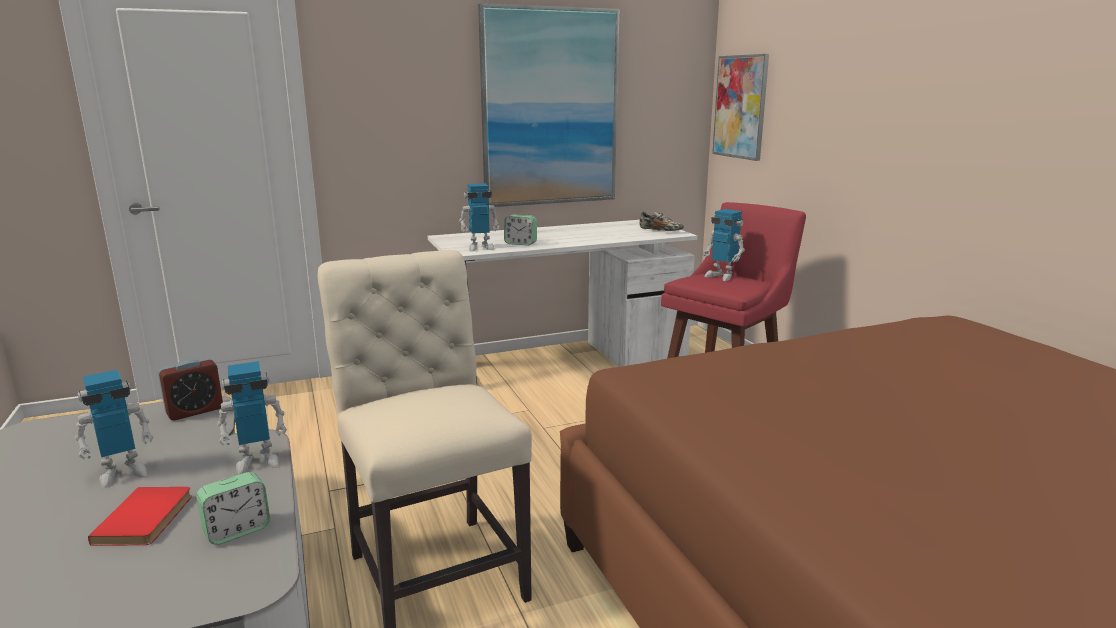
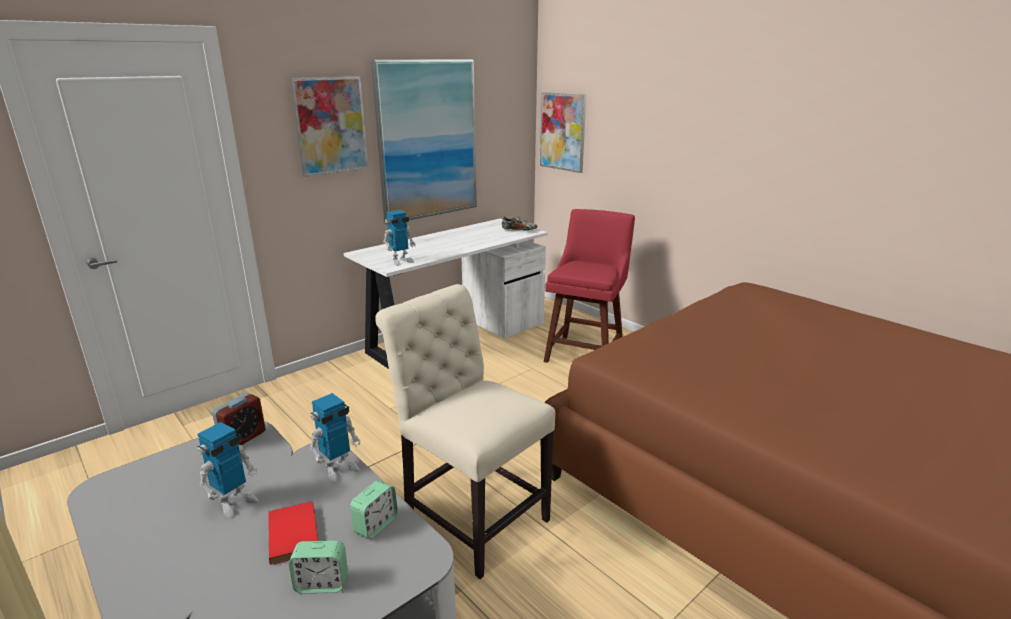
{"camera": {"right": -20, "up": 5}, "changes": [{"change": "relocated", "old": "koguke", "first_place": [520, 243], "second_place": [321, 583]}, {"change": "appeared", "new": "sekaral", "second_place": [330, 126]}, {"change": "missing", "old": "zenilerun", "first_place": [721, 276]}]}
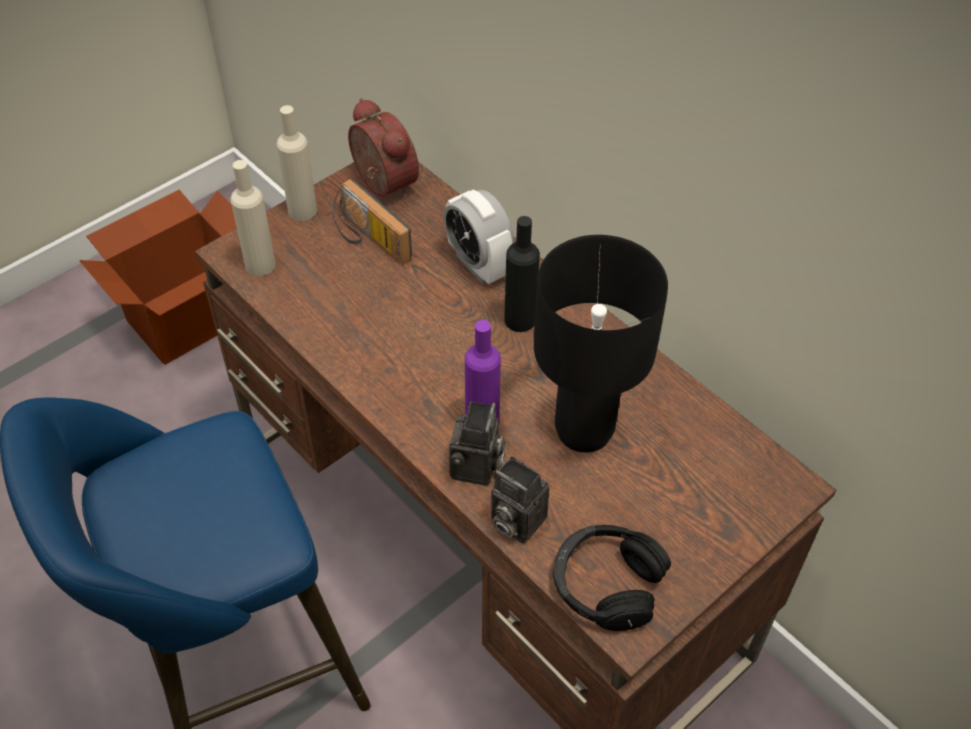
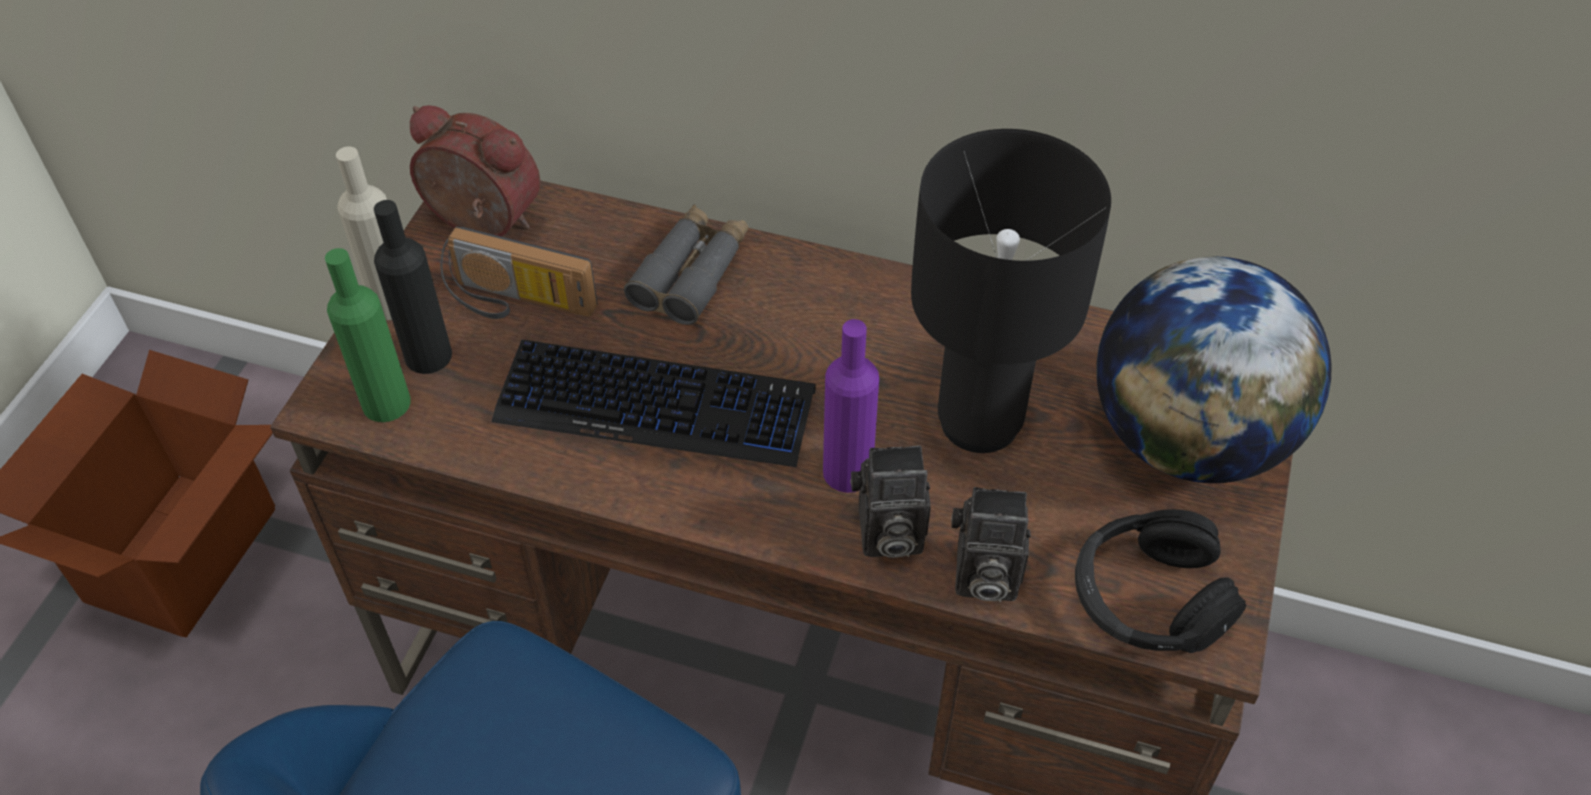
{"camera": {"right": -30, "up": 0}, "changes": [{"change": "colour", "old": "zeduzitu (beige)", "new": "zeduzitu (green)", "first_place": [260, 264], "second_place": [386, 403]}, {"change": "relocated", "old": "zeduzitu (black)", "first_place": [520, 320], "second_place": [428, 355]}, {"change": "appeared", "new": "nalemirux", "second_place": [656, 406]}, {"change": "exchanged", "old": "koguke", "new": "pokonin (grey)", "first_place": [478, 264], "second_place": [691, 273]}, {"change": "spun", "old": "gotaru", "first_place": [477, 469], "second_place": [887, 536], "degrees": 105}, {"change": "appeared", "new": "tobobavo", "second_place": [1188, 437]}]}
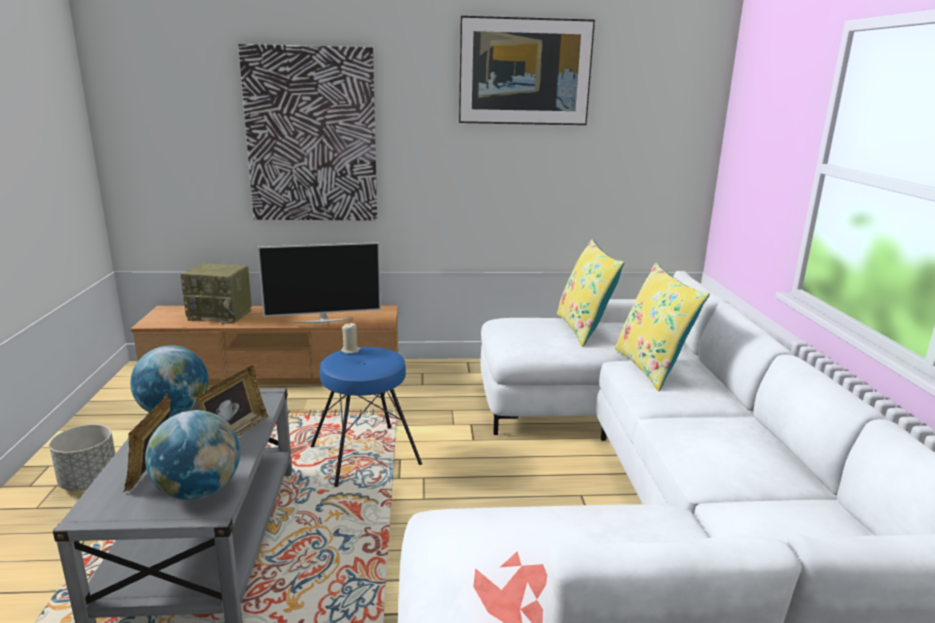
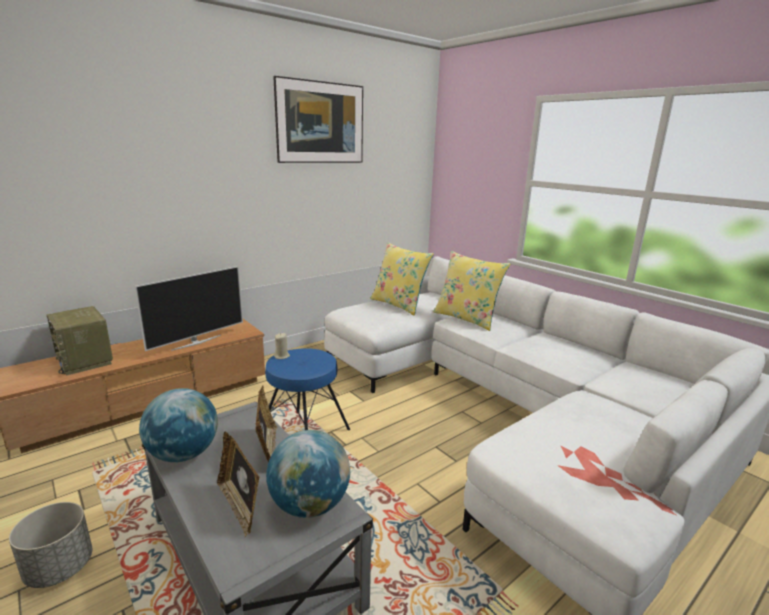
{"camera": {"right": -35, "up": 0}, "changes": [{"change": "spun", "old": "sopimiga", "first_place": [221, 315], "second_place": [85, 361], "degrees": 75}, {"change": "missing", "old": "sekaral", "first_place": [311, 136]}]}
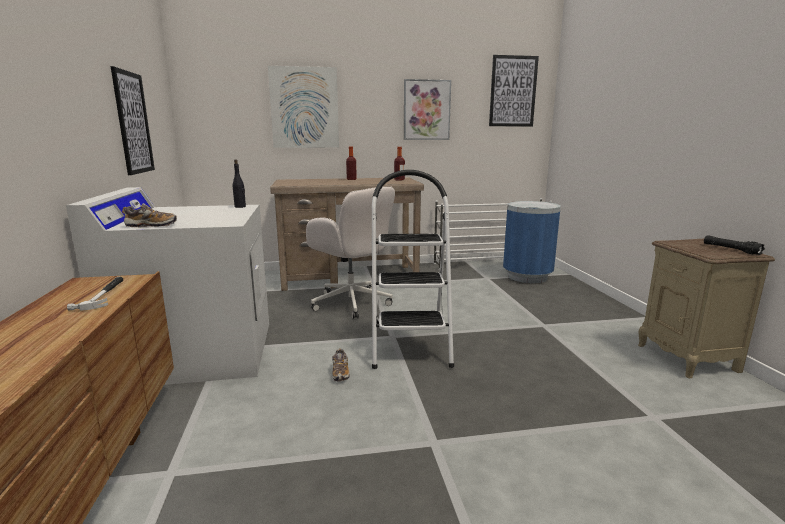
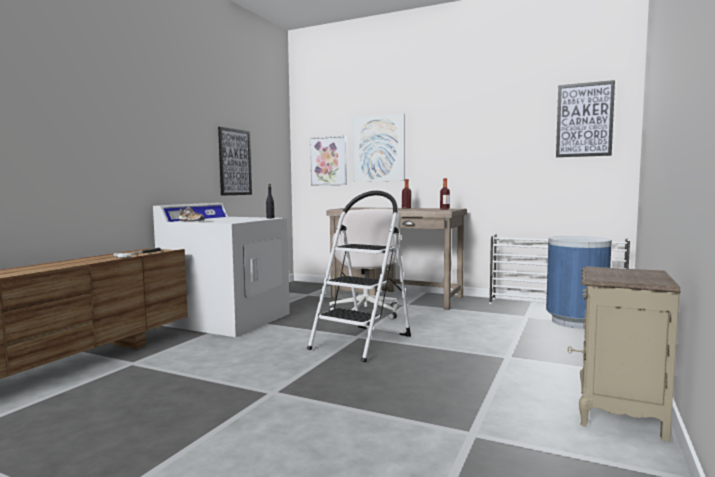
{"camera": {"right": 35, "up": -10}, "changes": [{"change": "relocated", "old": "sekaral", "first_place": [426, 110], "second_place": [329, 161]}, {"change": "missing", "old": "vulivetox", "first_place": [340, 373]}, {"change": "missing", "old": "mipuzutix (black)", "first_place": [731, 249]}]}
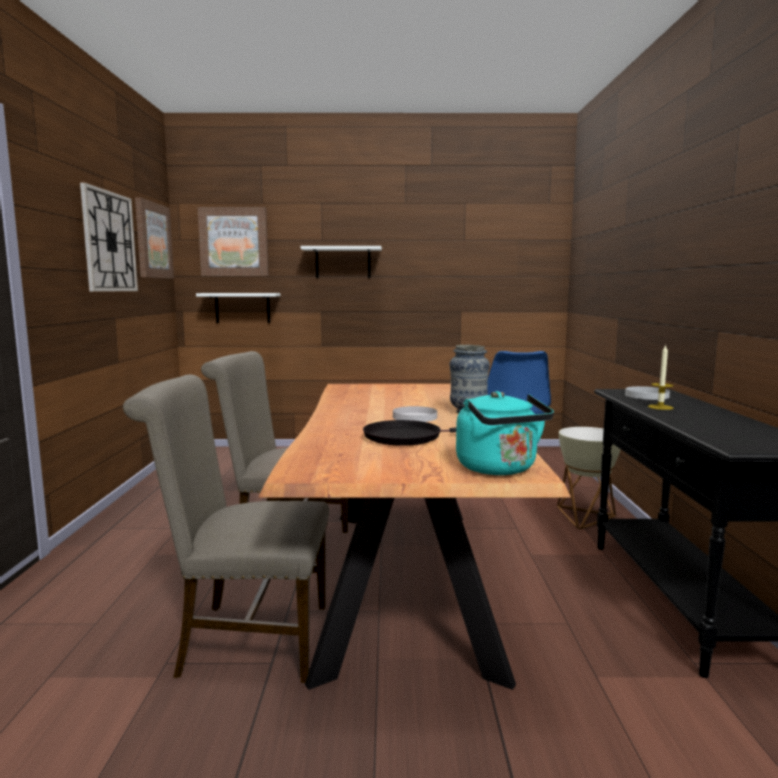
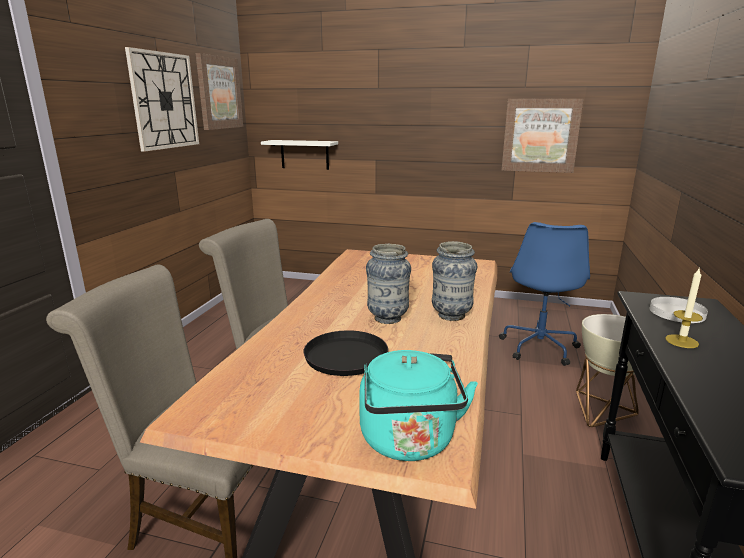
{"camera": {"right": 15, "up": 10}, "changes": [{"change": "exchanged", "old": "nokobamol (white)", "new": "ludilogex", "first_place": [414, 417], "second_place": [388, 318]}, {"change": "relocated", "old": "sekaral", "first_place": [234, 242], "second_place": [540, 135]}, {"change": "missing", "old": "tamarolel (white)", "first_place": [343, 262]}]}
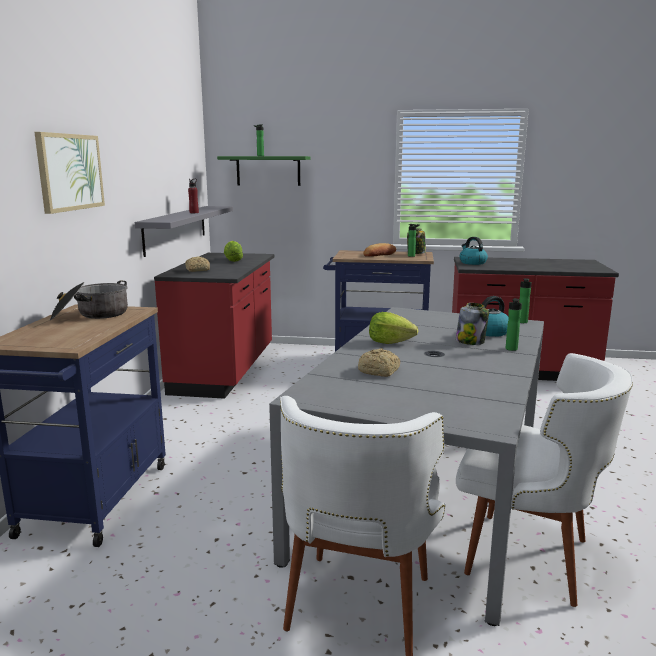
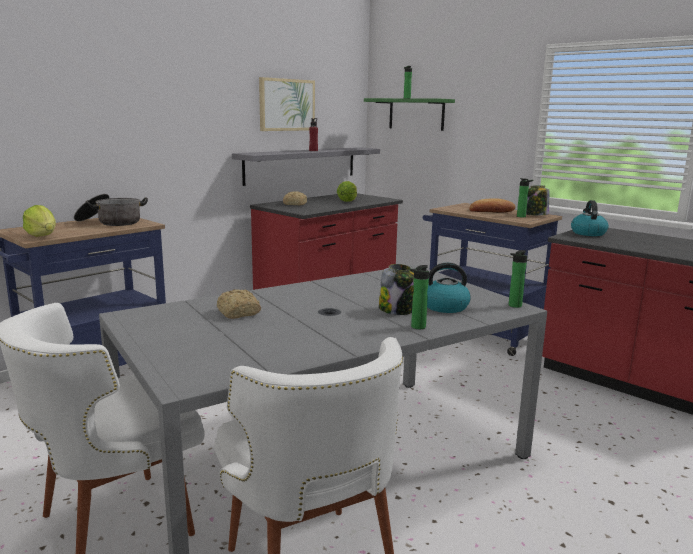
{"camera": {"right": 35, "up": 0}, "changes": [{"change": "relocated", "old": "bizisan", "first_place": [390, 342], "second_place": [43, 236]}, {"change": "relocated", "old": "sekaral", "first_place": [70, 172], "second_place": [286, 105]}]}
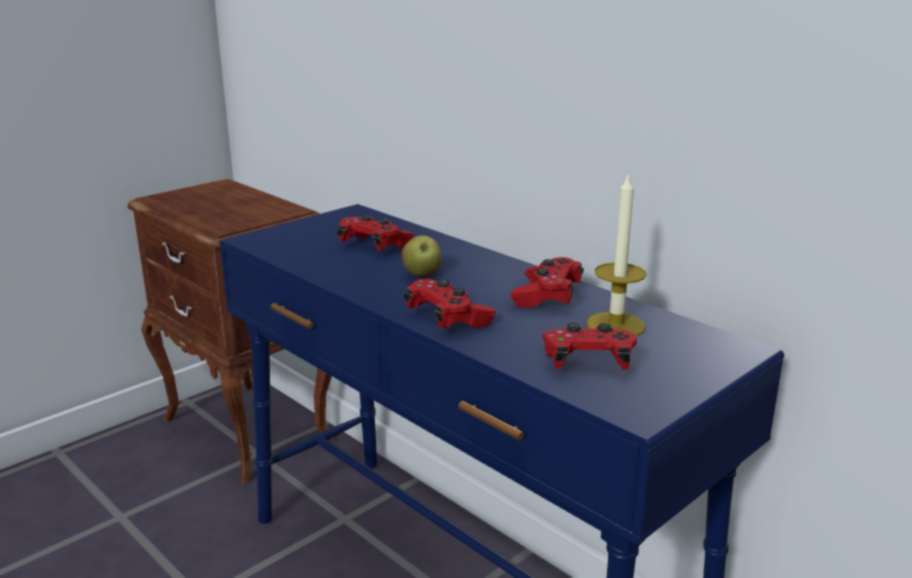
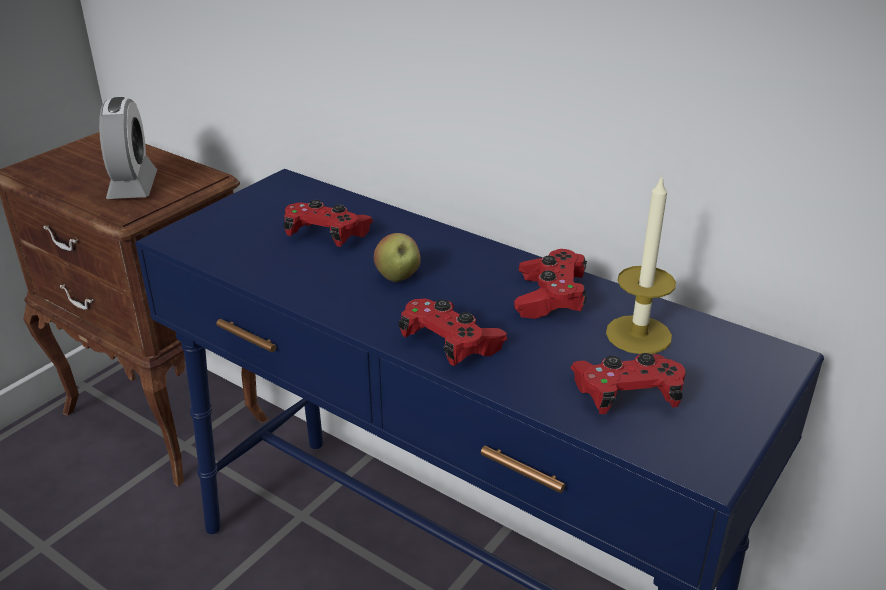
{"camera": {"right": -10, "up": 10}, "changes": [{"change": "appeared", "new": "koguke", "second_place": [133, 186]}]}
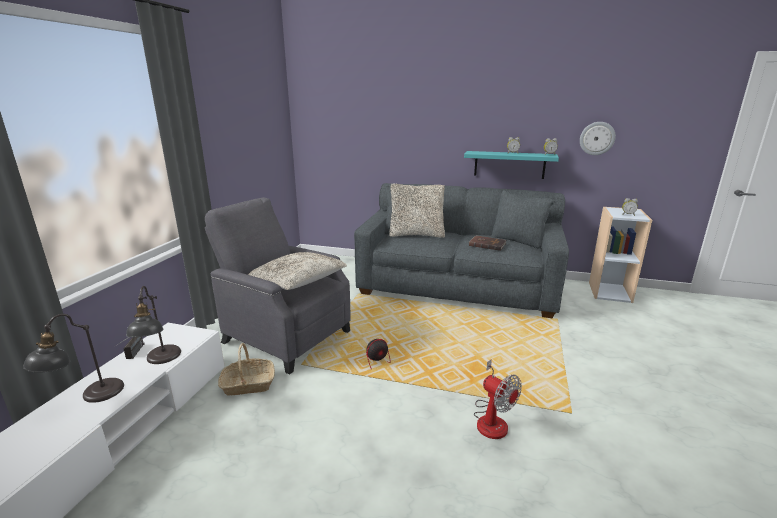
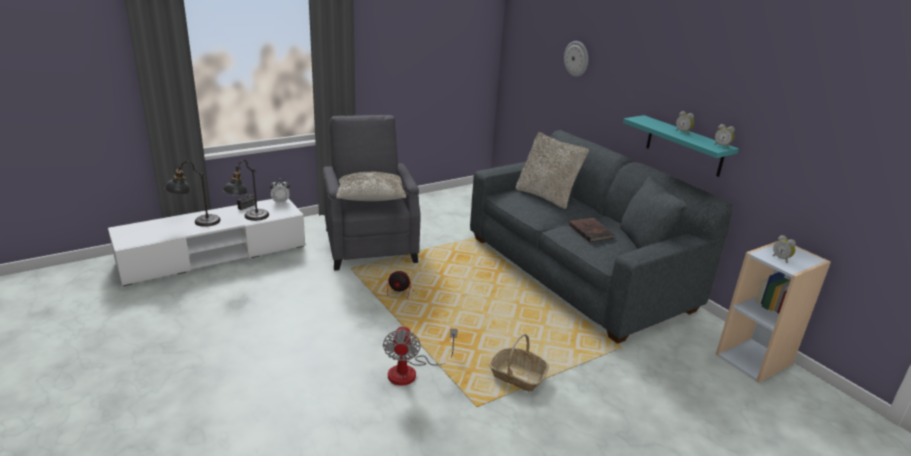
{"camera": {"right": 40, "up": 5}, "changes": [{"change": "appeared", "new": "koguke", "second_place": [281, 202]}, {"change": "relocated", "old": "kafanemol", "first_place": [248, 384], "second_place": [517, 376]}, {"change": "relocated", "old": "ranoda", "first_place": [597, 138], "second_place": [576, 58]}]}
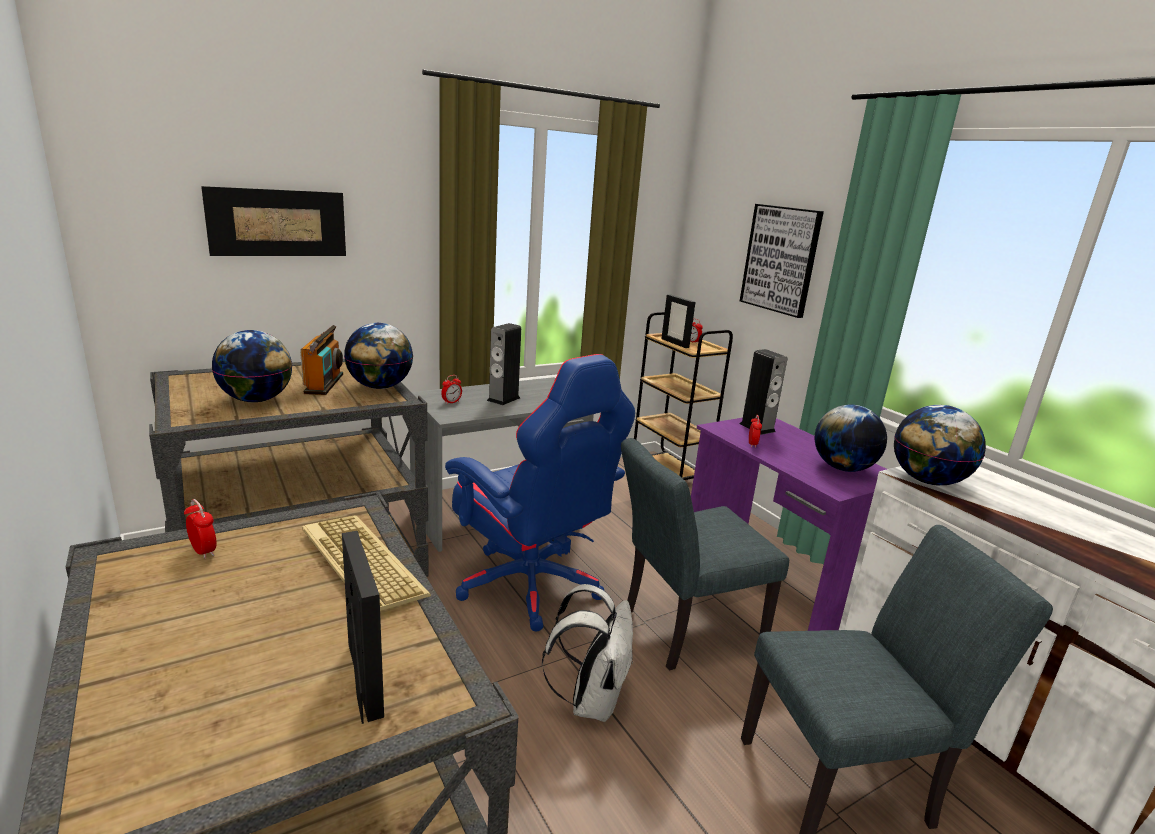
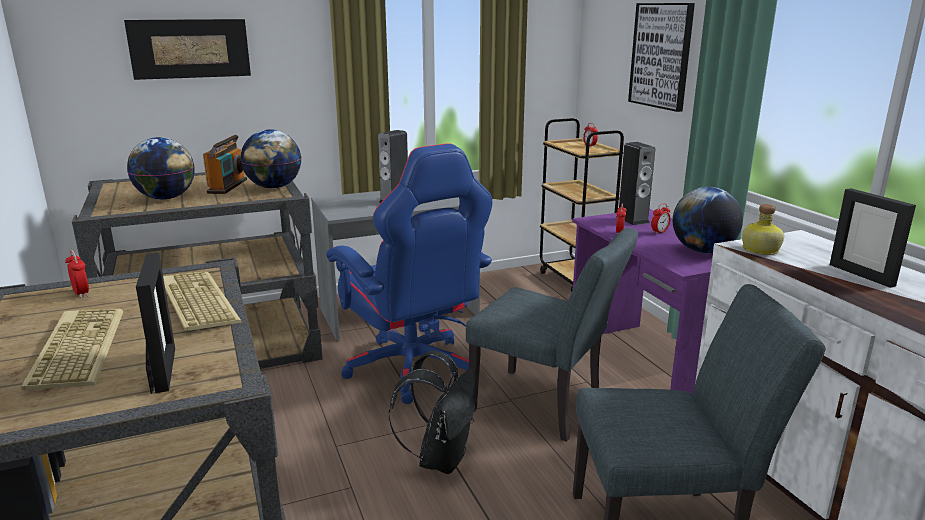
{"camera": {"right": 10, "up": 0}, "changes": [{"change": "appeared", "new": "nalemirux", "second_place": [76, 348]}, {"change": "colour", "old": "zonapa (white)", "new": "zonapa (black)", "first_place": [591, 700], "second_place": [441, 458]}, {"change": "spun", "old": "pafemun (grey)", "first_place": [682, 630], "second_place": [545, 407], "degrees": -135}, {"change": "relocated", "old": "koguke", "first_place": [451, 402], "second_place": [659, 232]}, {"change": "exchanged", "old": "tobobavo", "new": "zeduzitu", "first_place": [927, 481], "second_place": [759, 250]}, {"change": "relocated", "old": "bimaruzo", "first_place": [675, 343], "second_place": [862, 275]}]}
